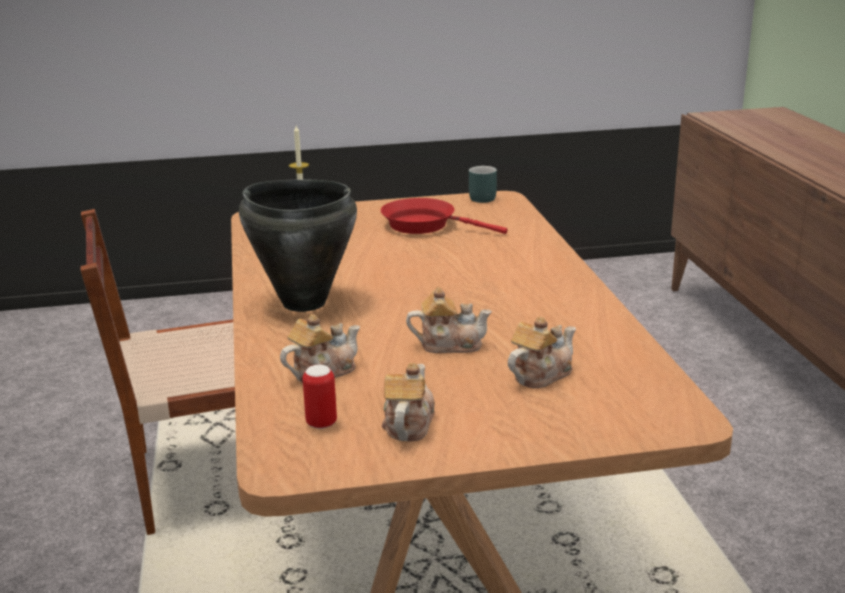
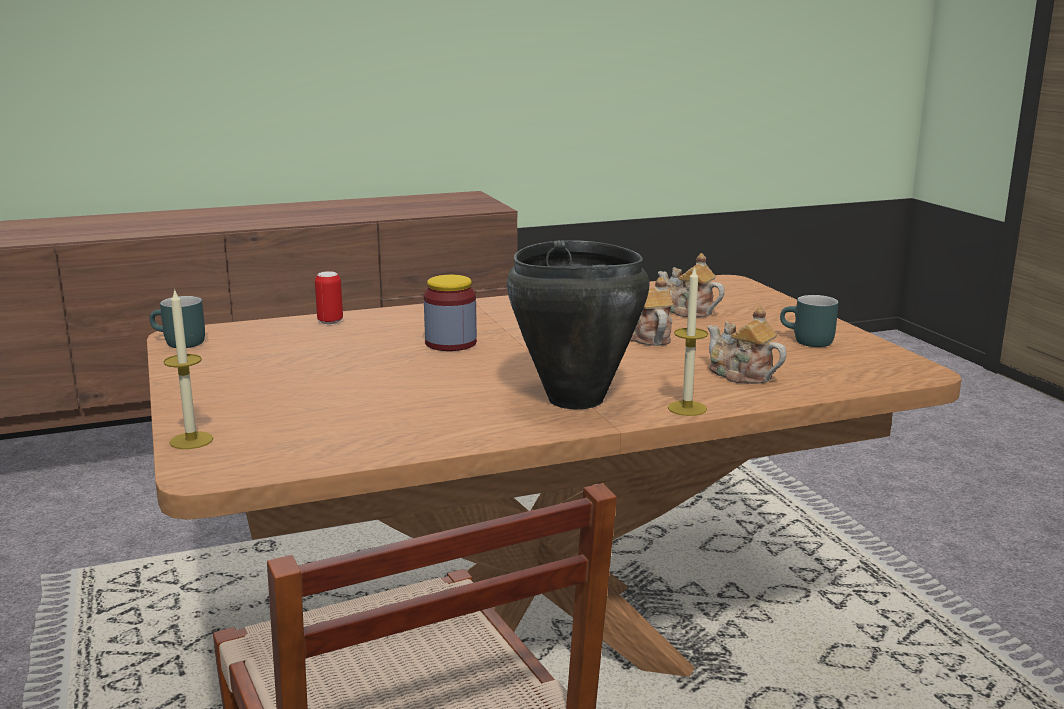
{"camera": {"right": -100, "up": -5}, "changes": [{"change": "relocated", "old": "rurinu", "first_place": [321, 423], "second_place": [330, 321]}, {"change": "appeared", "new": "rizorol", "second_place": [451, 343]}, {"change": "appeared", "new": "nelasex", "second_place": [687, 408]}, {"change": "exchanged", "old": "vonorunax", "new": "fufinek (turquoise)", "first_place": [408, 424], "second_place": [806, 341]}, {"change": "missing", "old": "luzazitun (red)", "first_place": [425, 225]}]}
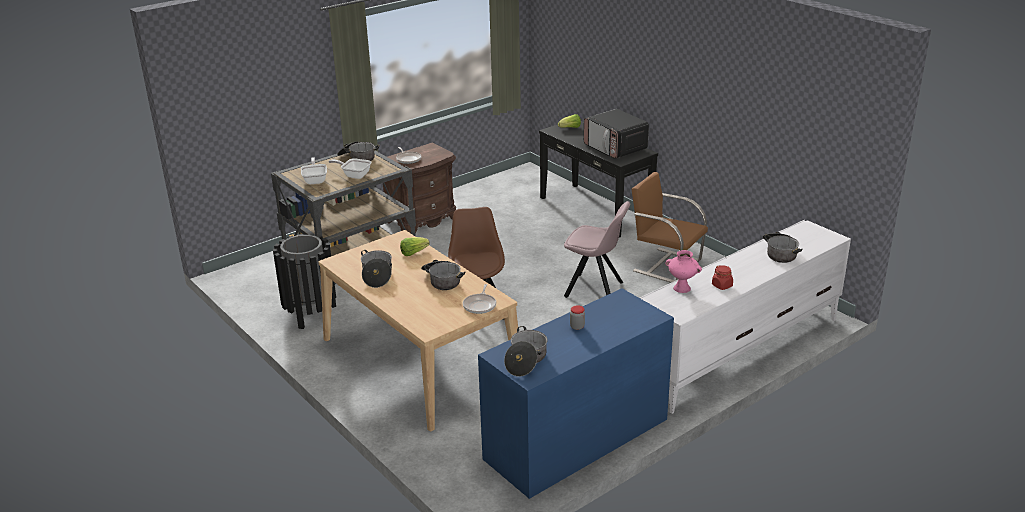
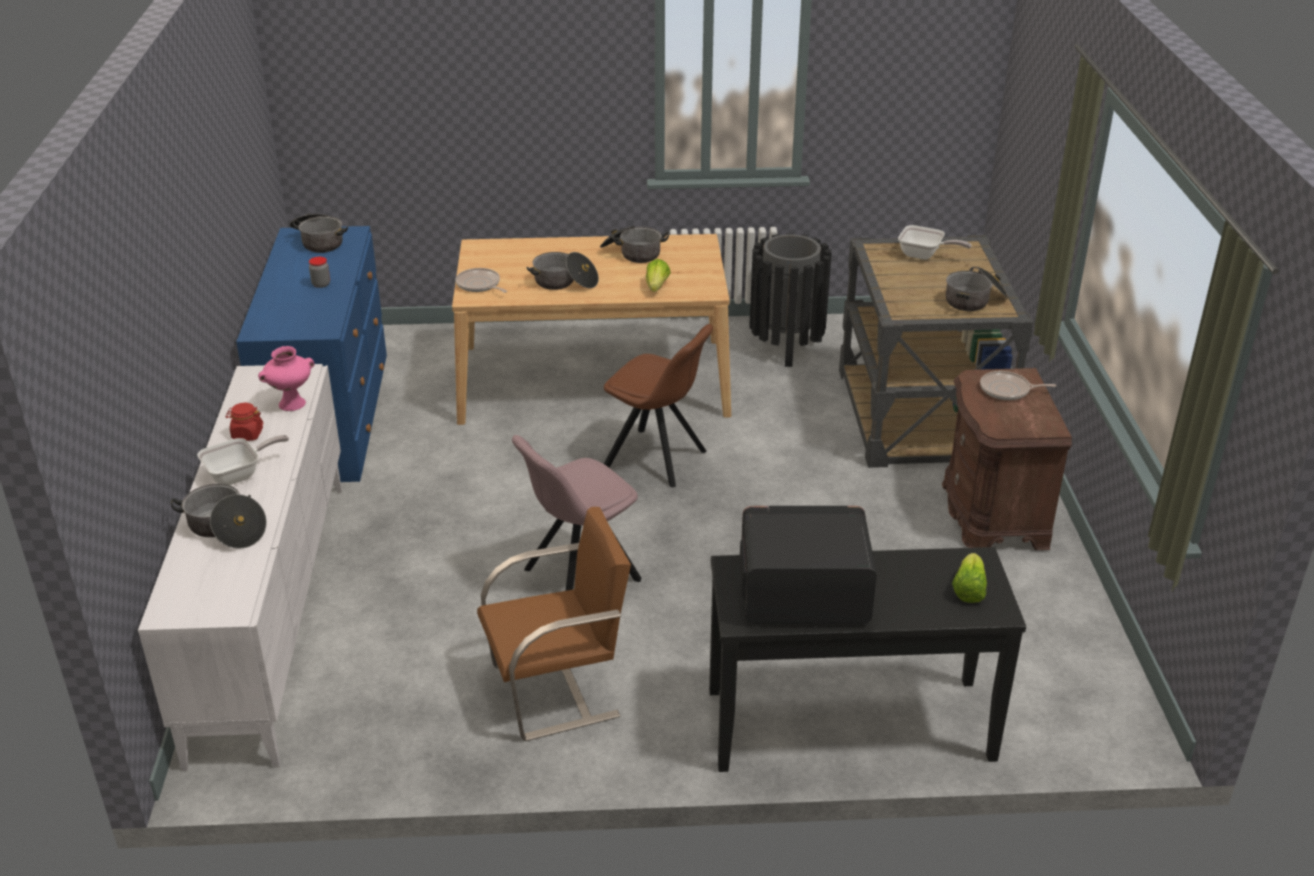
{"camera": {"right": 125, "up": 5}, "changes": [{"change": "relocated", "old": "luzazitun", "first_place": [354, 175], "second_place": [239, 475]}]}
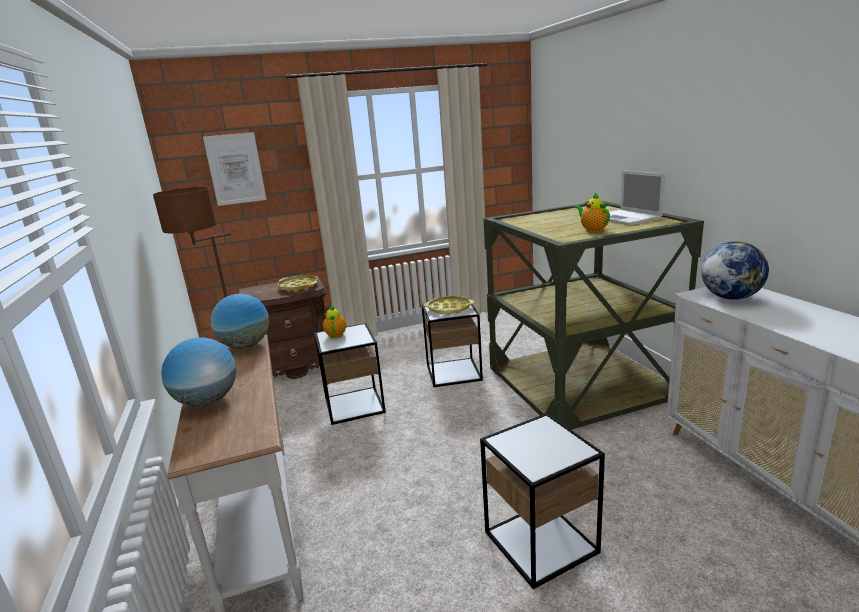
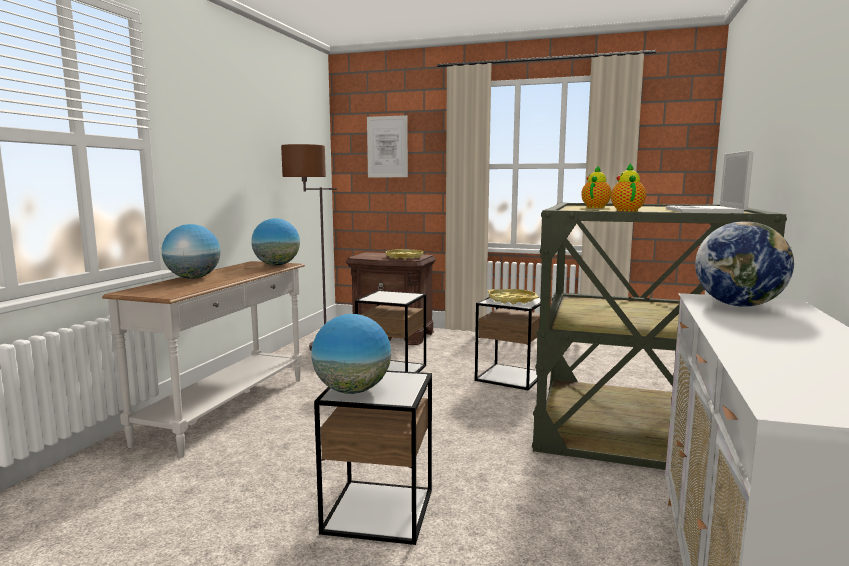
{"camera": {"right": 35, "up": -10}, "changes": [{"change": "appeared", "new": "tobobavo", "second_place": [352, 391]}, {"change": "relocated", "old": "vonorunax", "first_place": [336, 334], "second_place": [596, 207]}]}
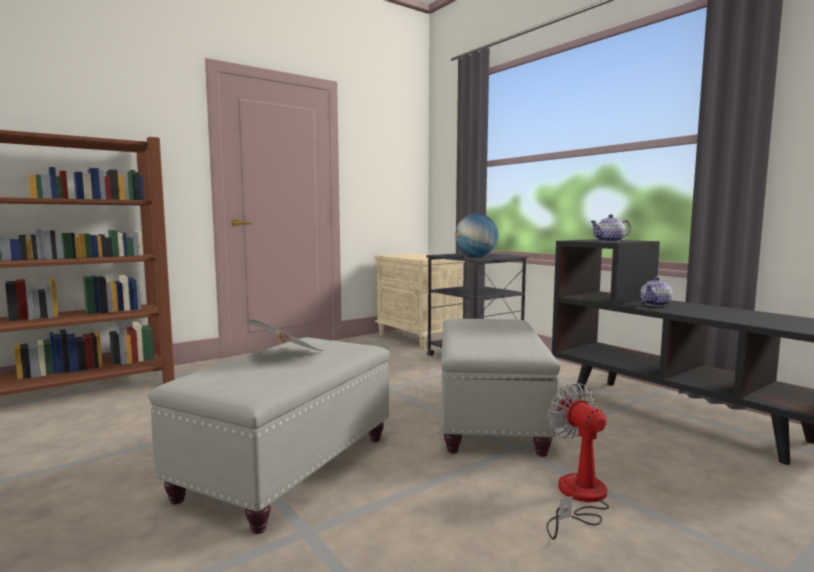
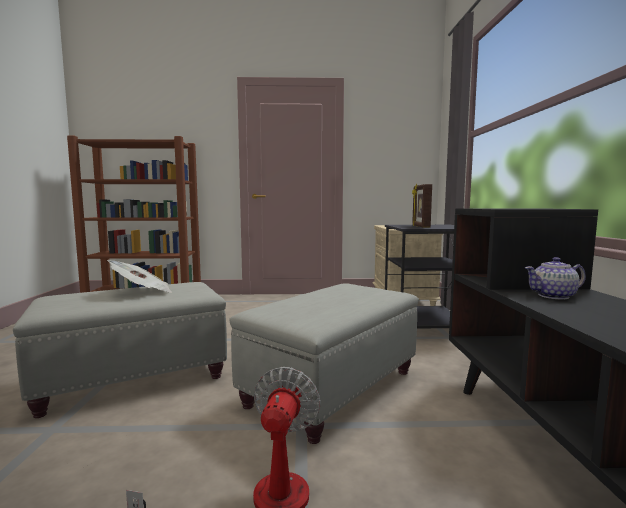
{"camera": {"right": 35, "up": 0}, "changes": [{"change": "exchanged", "old": "tobobavo", "new": "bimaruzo", "first_place": [476, 256], "second_place": [420, 227]}, {"change": "missing", "old": "vonorunax", "first_place": [610, 241]}]}
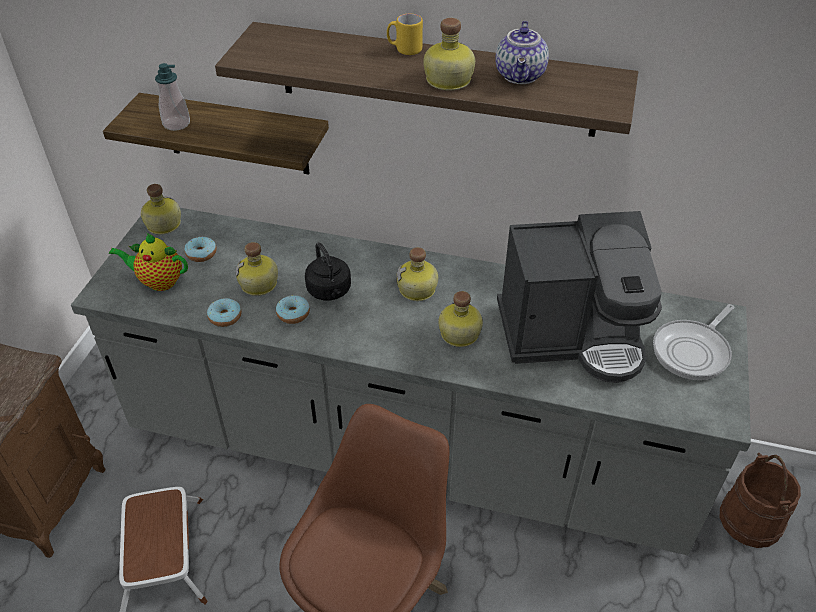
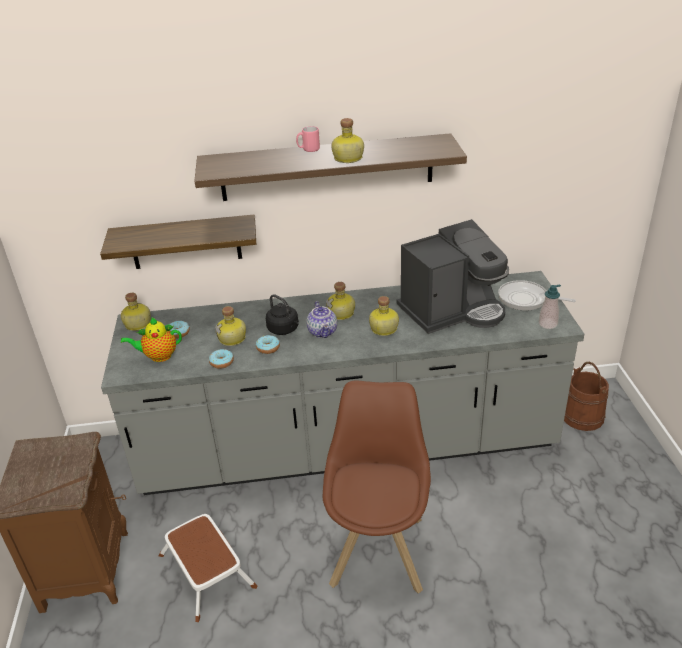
{"camera": {"right": -20, "up": -10}, "changes": [{"change": "colour", "old": "fufinek (yellow)", "new": "fufinek (pink)", "first_place": [404, 50], "second_place": [308, 150]}, {"change": "relocated", "old": "vonorunax", "first_place": [521, 76], "second_place": [323, 332]}, {"change": "spun", "old": "luzazitun", "first_place": [693, 351], "second_place": [526, 299], "degrees": 90}, {"change": "relocated", "old": "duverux", "first_place": [176, 124], "second_place": [547, 324]}]}
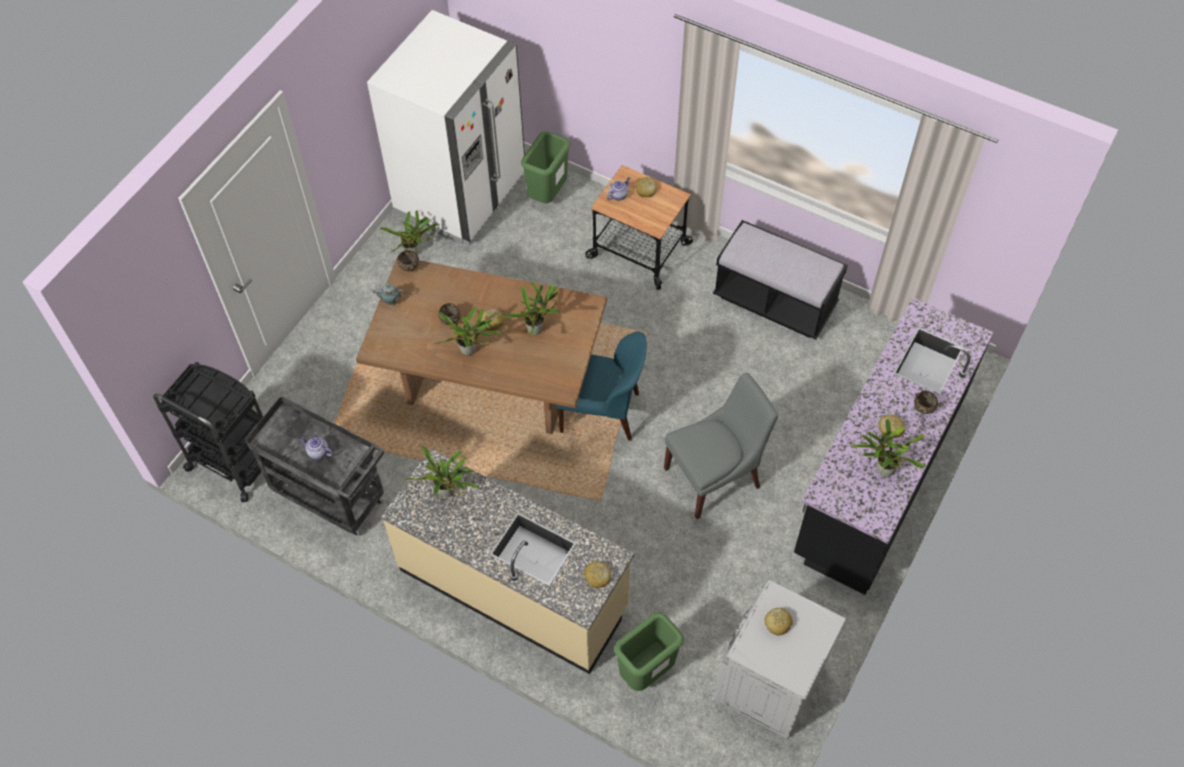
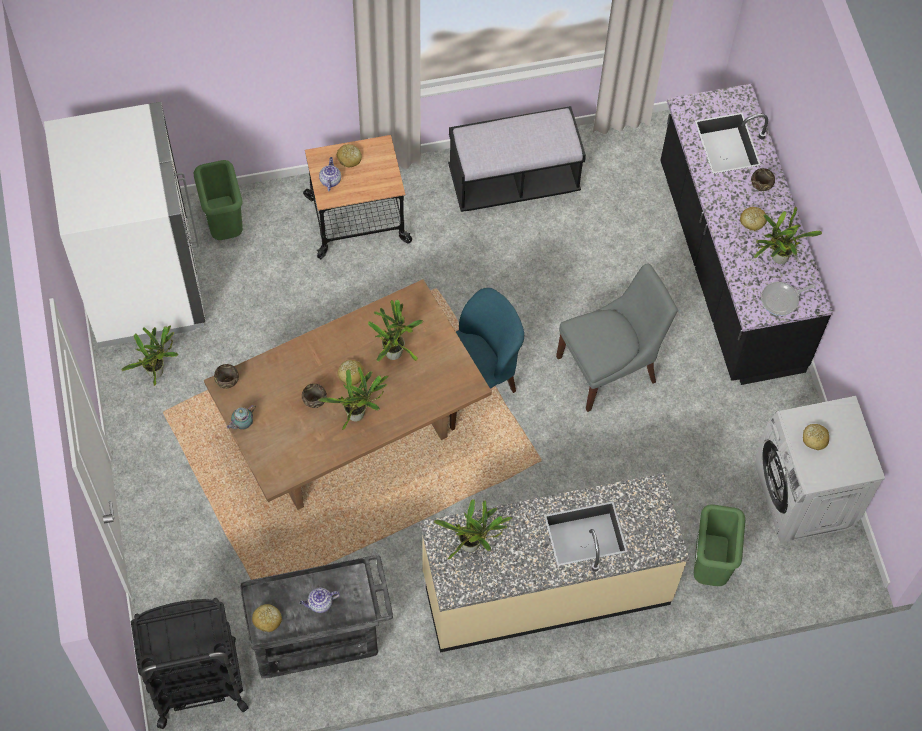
{"camera": {"right": -45, "up": 5}, "changes": [{"change": "relocated", "old": "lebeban", "first_place": [597, 577], "second_place": [267, 620]}, {"change": "spun", "old": "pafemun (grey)", "first_place": [715, 476], "second_place": [609, 368], "degrees": 45}, {"change": "appeared", "new": "luzazitun", "second_place": [781, 300]}]}
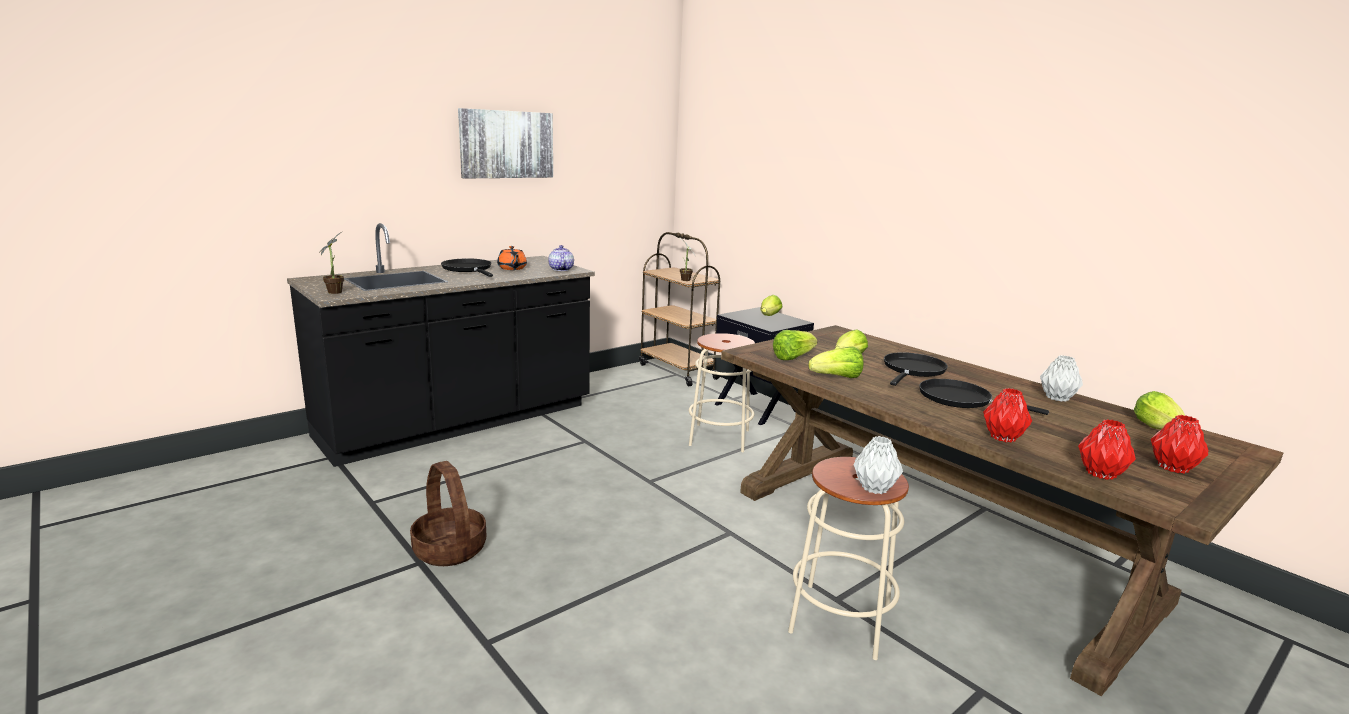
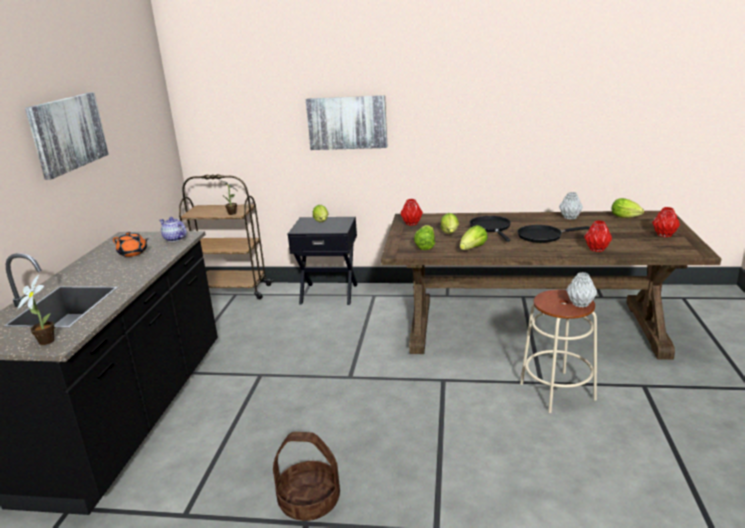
{"camera": {"right": -40, "up": 5}, "changes": [{"change": "appeared", "new": "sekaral", "second_place": [347, 122]}, {"change": "relocated", "old": "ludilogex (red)", "first_place": [1100, 473], "second_place": [411, 223]}, {"change": "missing", "old": "luzazitun (black)", "first_place": [468, 269]}, {"change": "missing", "old": "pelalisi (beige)", "first_place": [719, 437]}]}
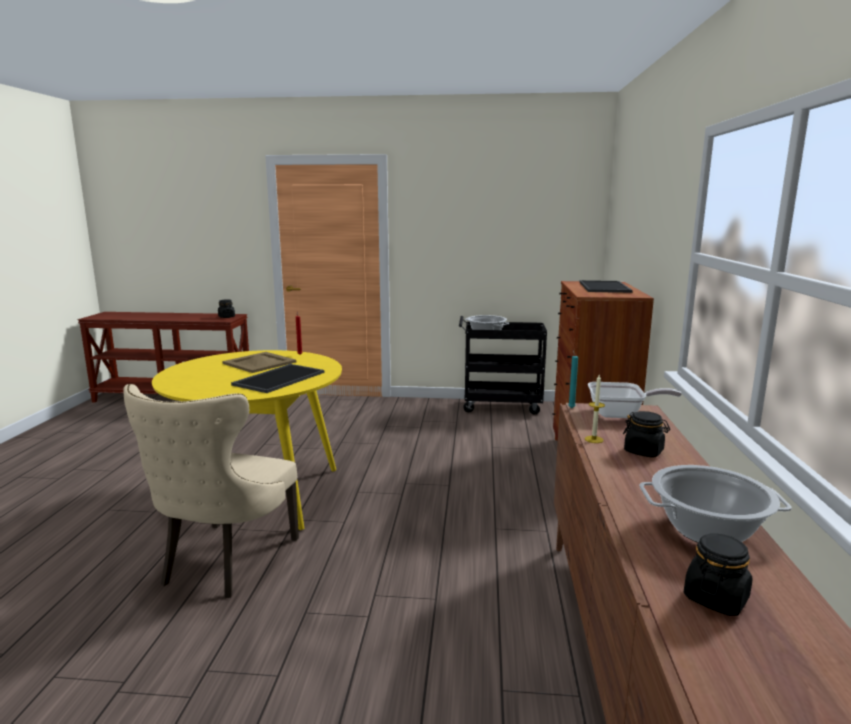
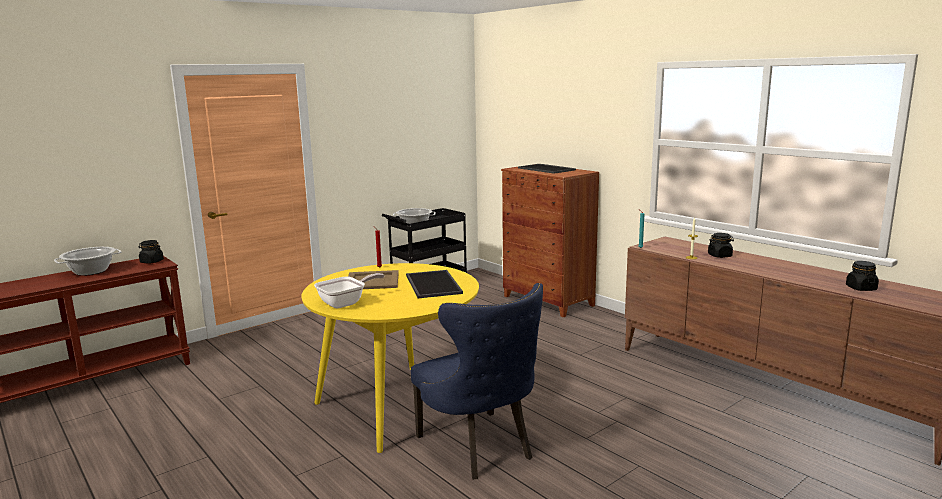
{"camera": {"right": -45, "up": 0}, "changes": [{"change": "relocated", "old": "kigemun", "first_place": [708, 530], "second_place": [91, 271]}, {"change": "relocated", "old": "luzazitun", "first_place": [621, 414], "second_place": [346, 303]}, {"change": "colour", "old": "pafemun (beige)", "new": "pafemun (blue)", "first_place": [225, 561], "second_place": [480, 447]}]}
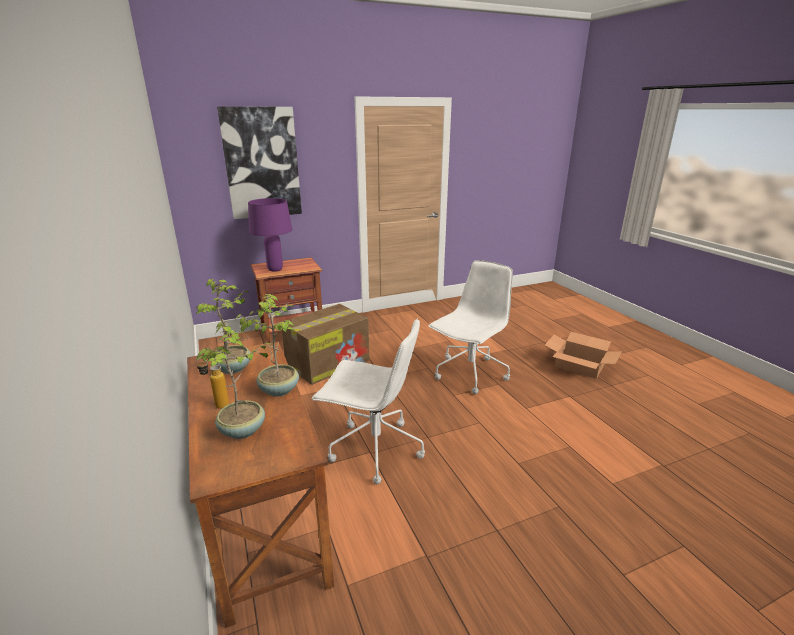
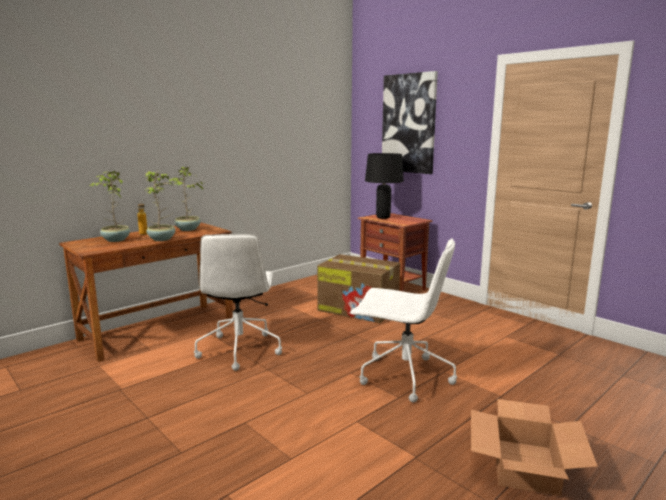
{"camera": {"right": 70, "up": -10}, "changes": [{"change": "colour", "old": "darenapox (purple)", "new": "darenapox (black)", "first_place": [275, 269], "second_place": [383, 217]}]}
